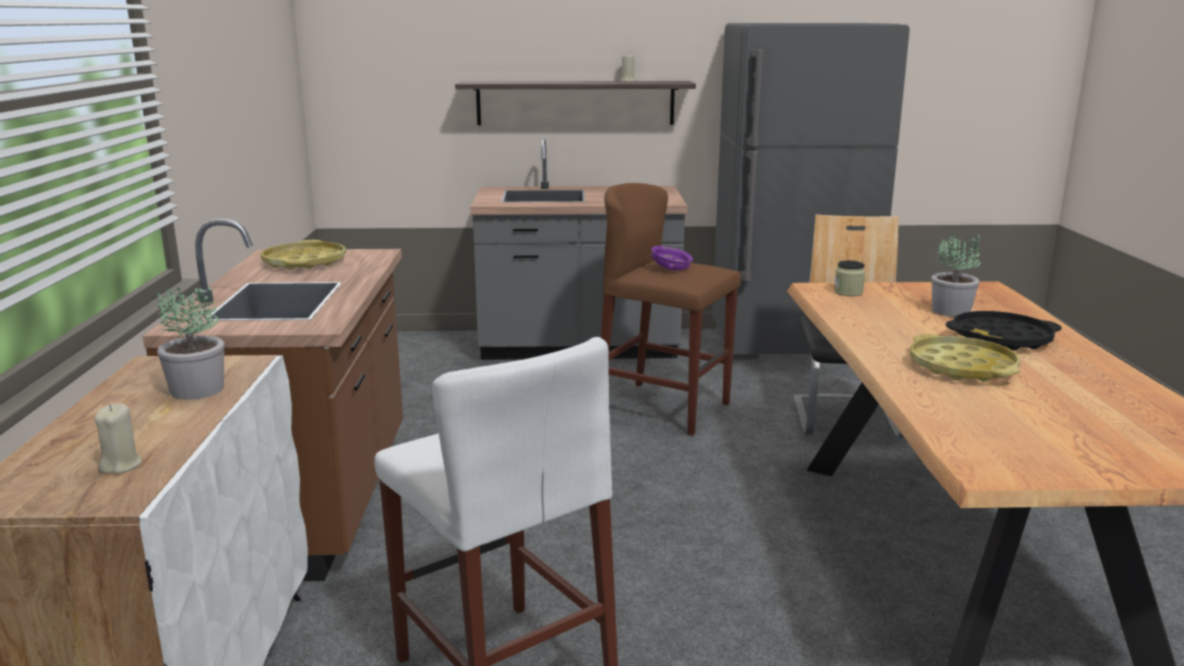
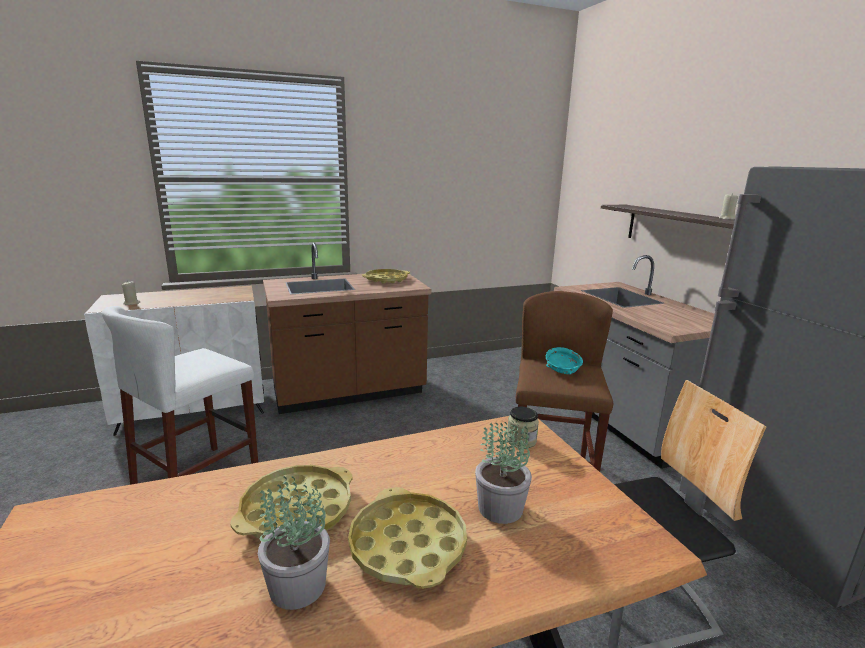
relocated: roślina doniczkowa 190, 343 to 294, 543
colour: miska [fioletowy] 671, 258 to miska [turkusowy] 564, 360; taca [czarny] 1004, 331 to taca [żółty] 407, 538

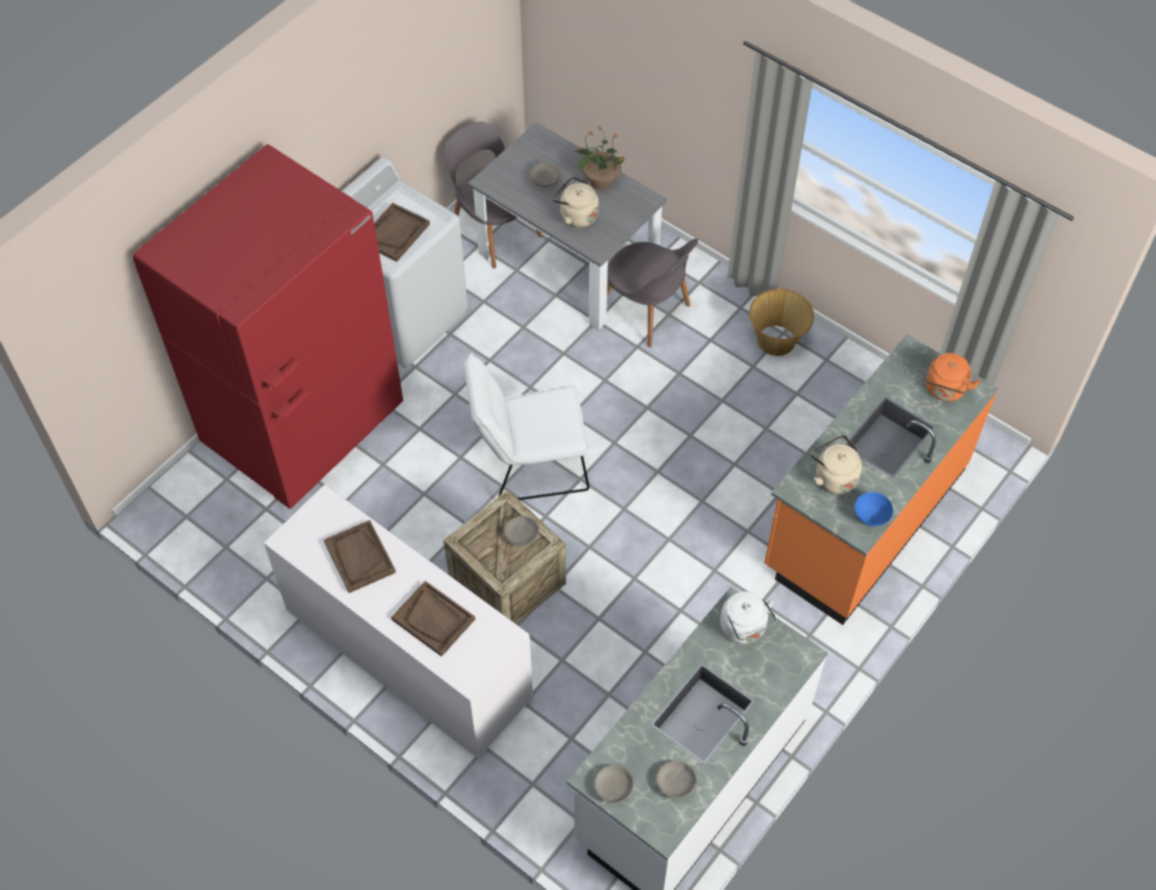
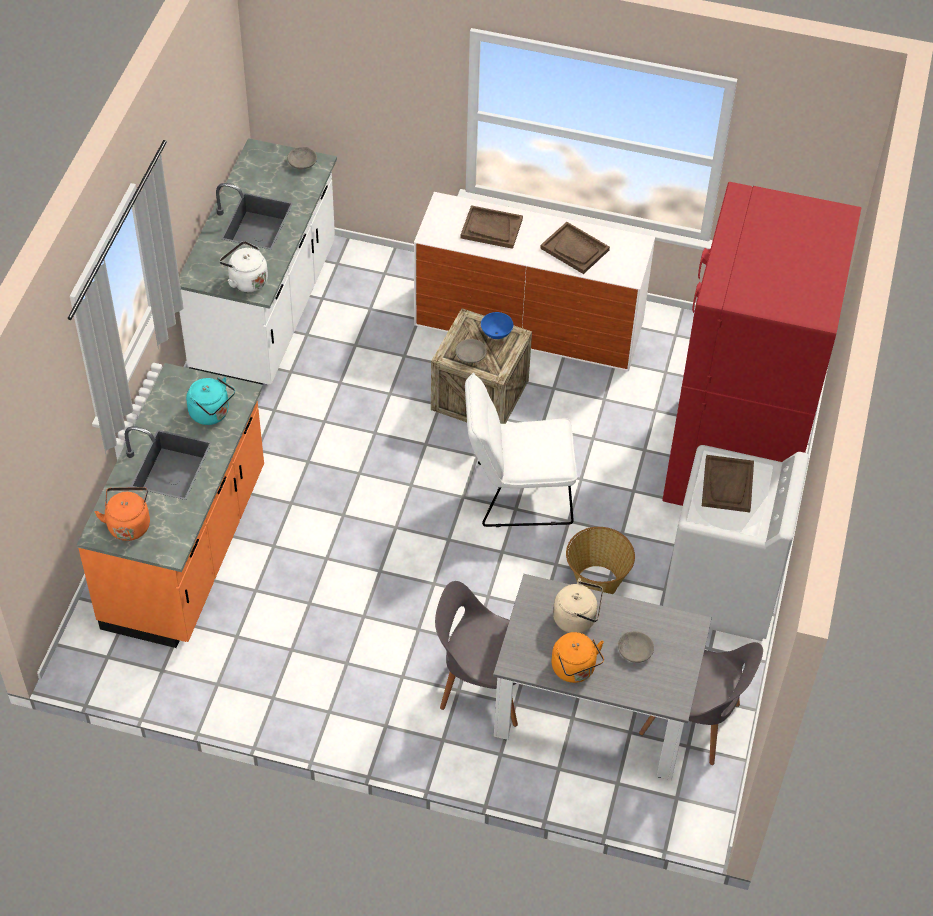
missing: miska [szary] 676, 780
relocated: koszyk 781, 322 to 600, 560; miska [niebieski] 874, 509 to 497, 325
exchanged: roślina doniczkowa 600, 157 to czajnik [pomarańczowy] 577, 657
colour: czajnik [beżowy] 836, 464 to czajnik [turkusowy] 210, 401
spun: krzesło [biały] 526, 426 = 521, 450 150 degrees counterclockwise

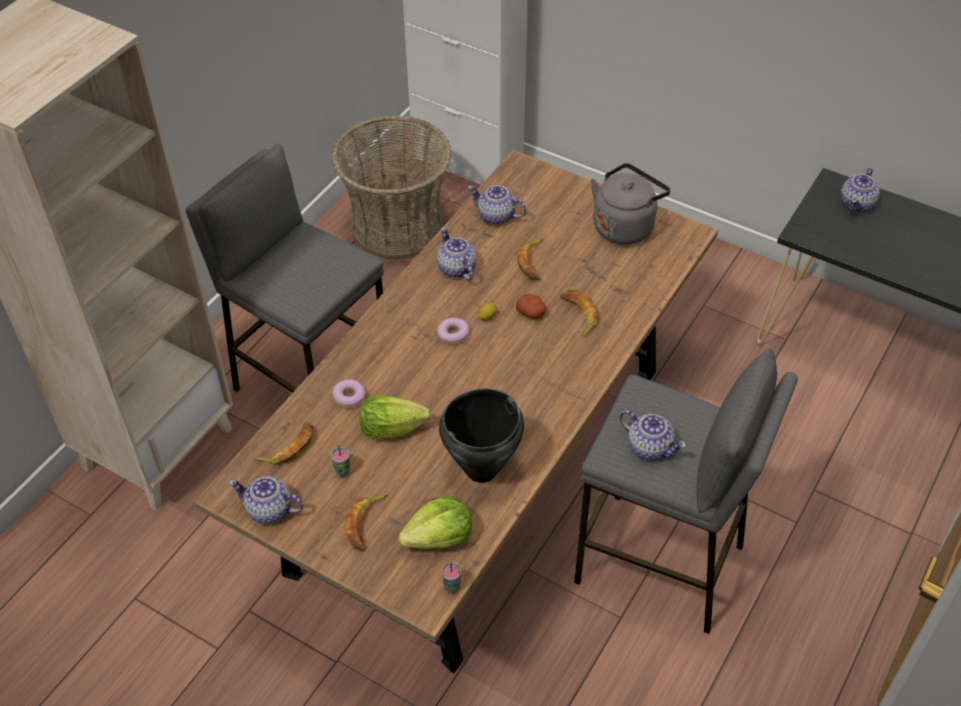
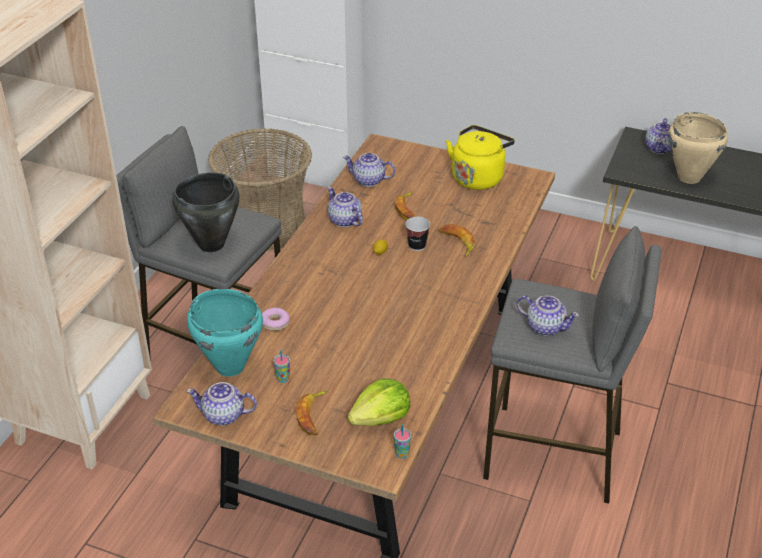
missing: donut 453, 331; sałata 395, 417
appeared: garnek [beżowy] 698, 148
relocated: garnek [czarny] 481, 435 to 206, 212
exchanged: ziemniak 531, 306 to filiżanka 417, 234; banan 283, 443 to garnek [turkusowy] 225, 333
colour: czajnik [szary] 631, 204 to czajnik [żółty] 480, 157

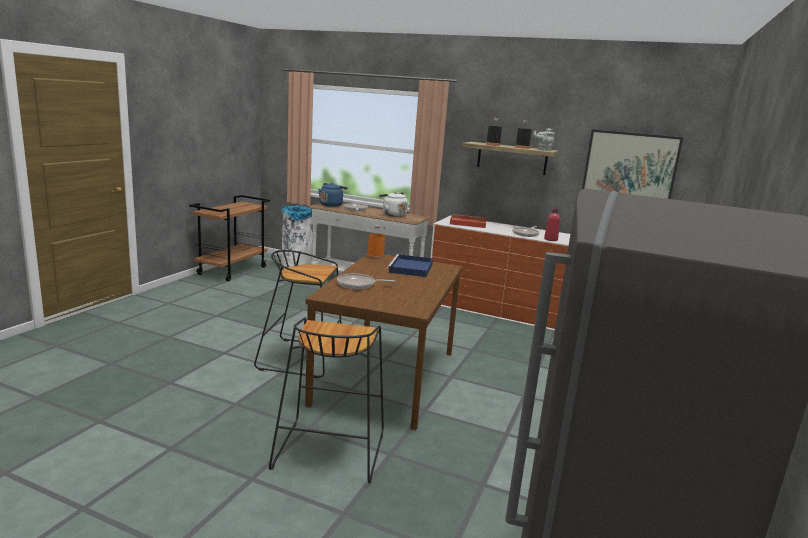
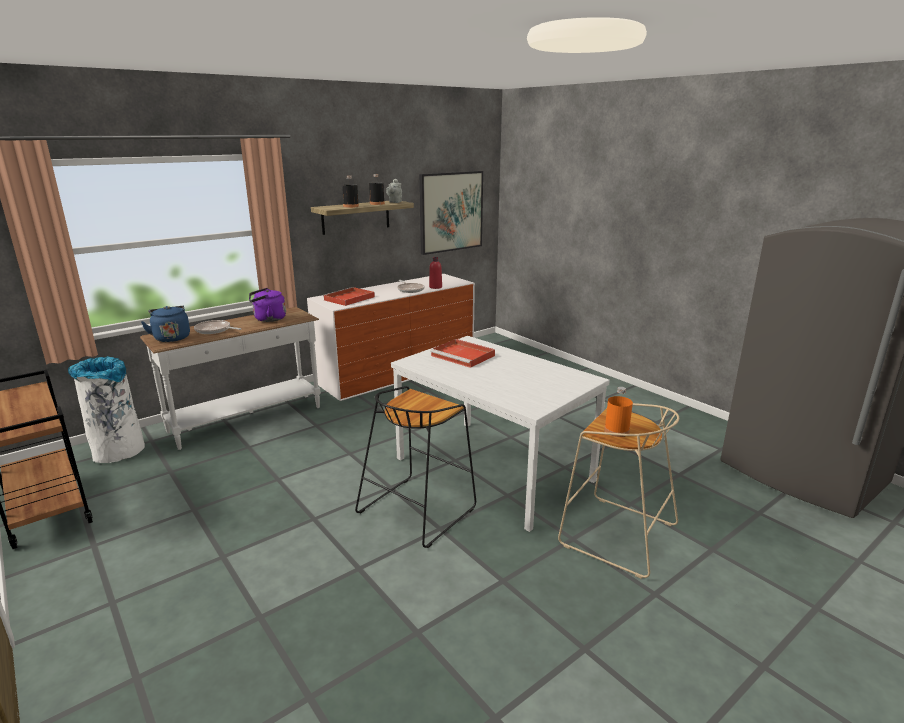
missing: patelnia 366, 281
relocated: butelka [pomarańczowy] 376, 242 to 618, 412
colour: czajnik [biały] 393, 204 to czajnik [fioletowy] 267, 305; stół jadalny [brązowy] 384, 342 to stół jadalny [biały] 500, 434; taca [niebieski] 410, 265 to taca [czerwony] 462, 353; stołek [czarny] 326, 400 to stołek [beżowy] 618, 491

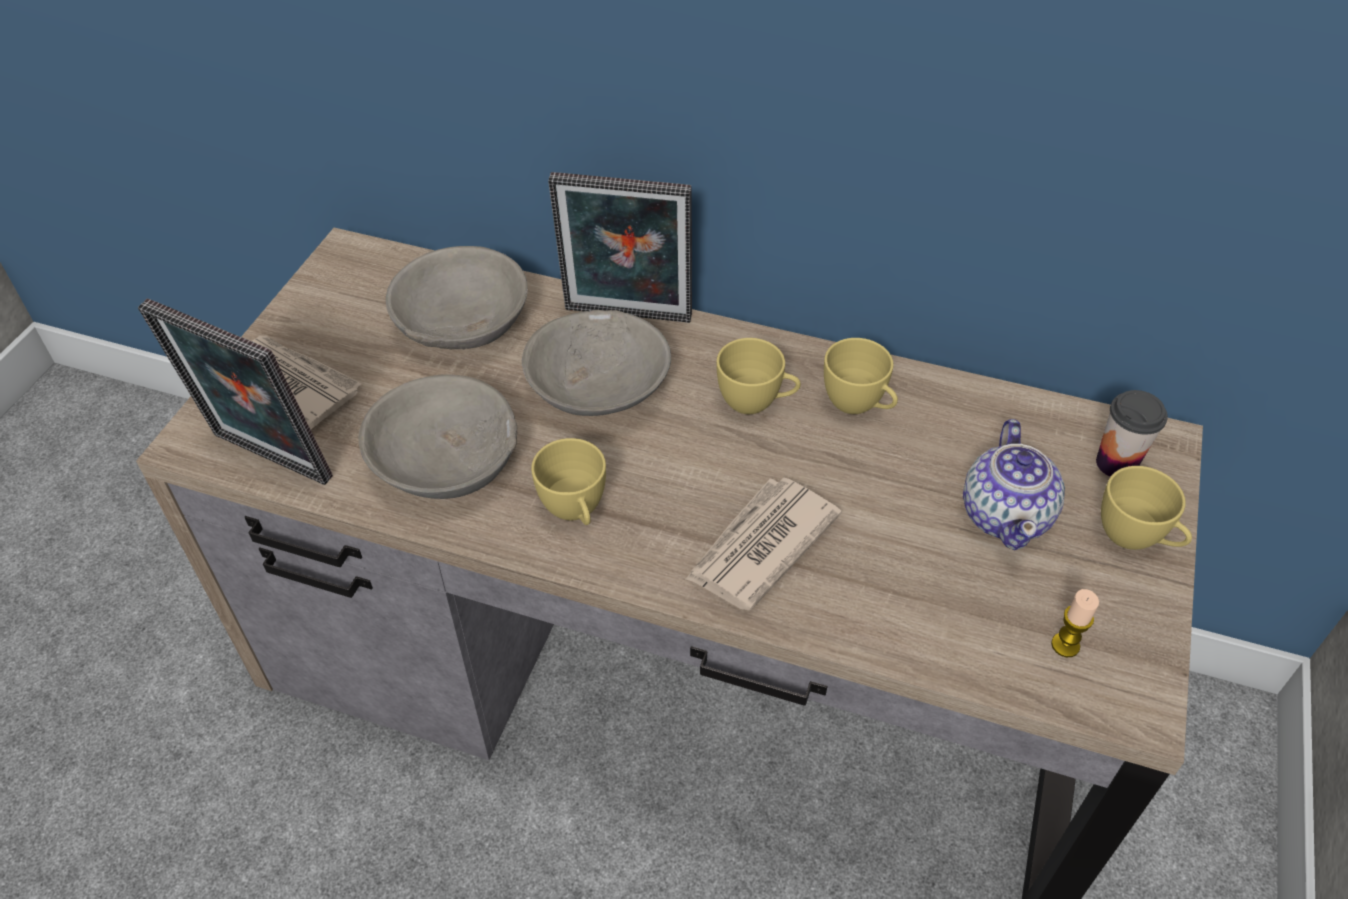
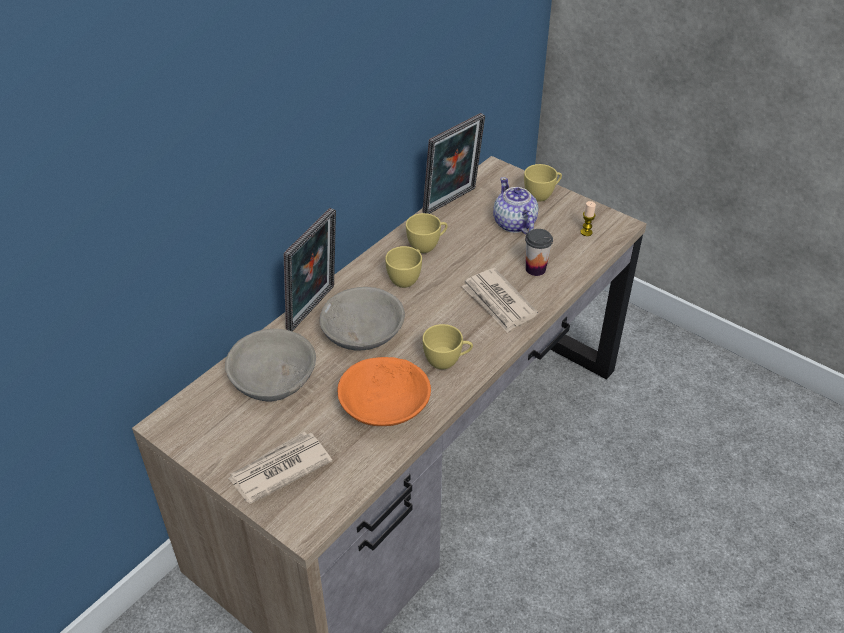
relocated: ramka na zdjęcie 235, 391 to 453, 163; filiżanka 1132, 433 to 539, 252
colour: miska [szary] 437, 436 to miska [pomarańczowy] 384, 391
spun: imbryk 1014, 484 = 516, 206 135 degrees counterclockwise

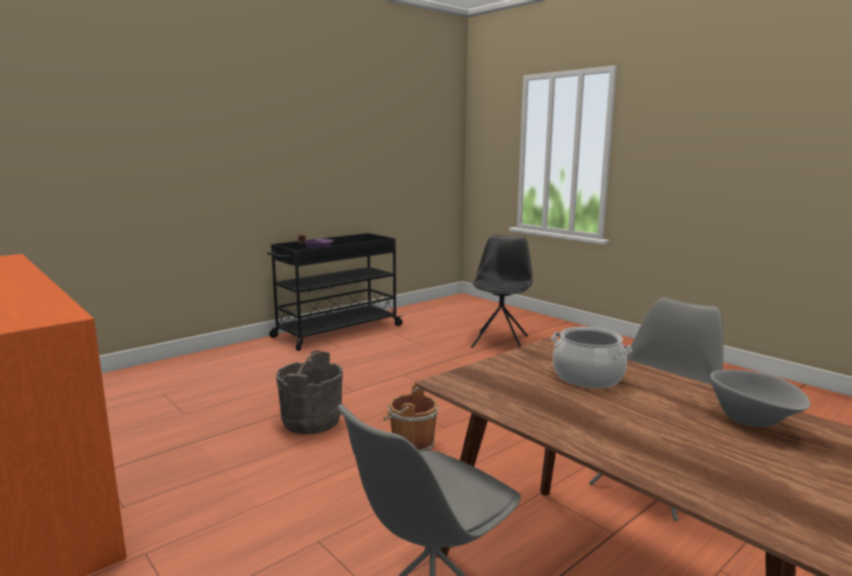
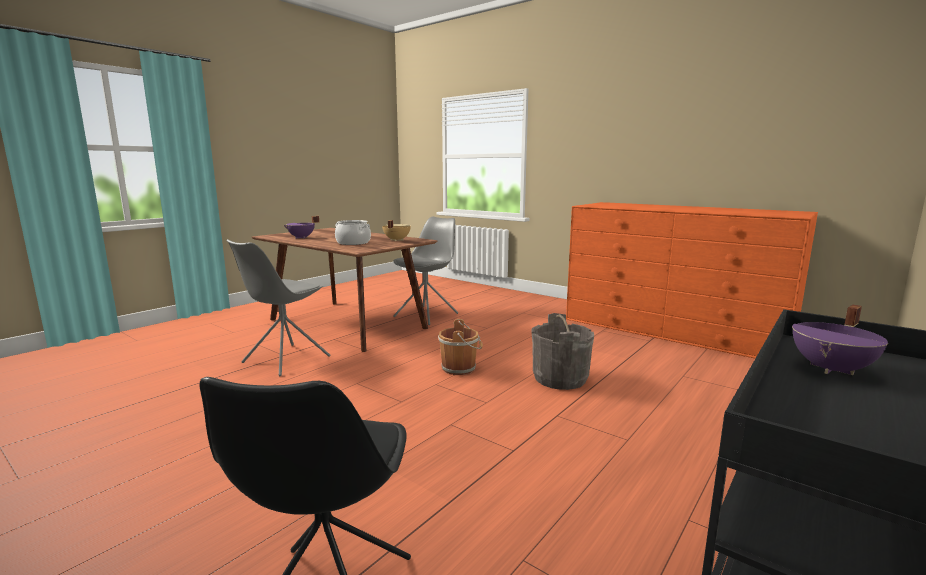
appeared: garnek [beżowy] 396, 230
exchanged: miska [szary] 760, 398 to garnek [fioletowy] 301, 227

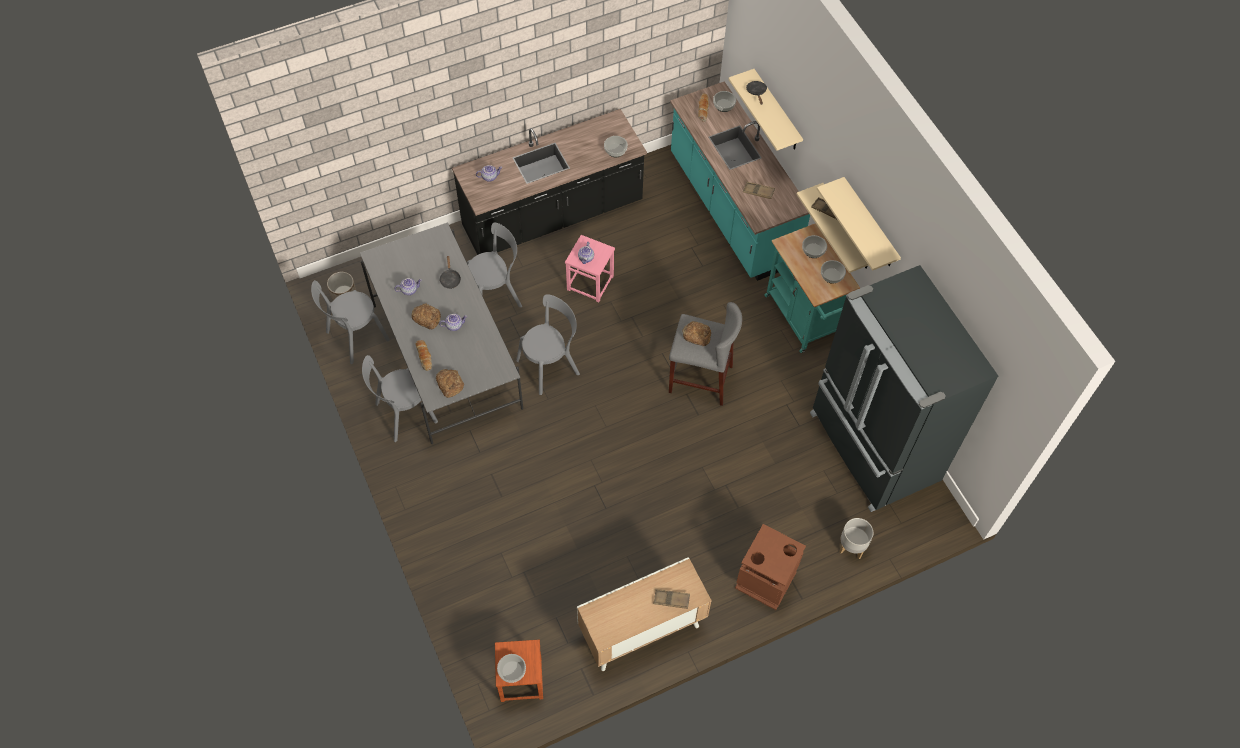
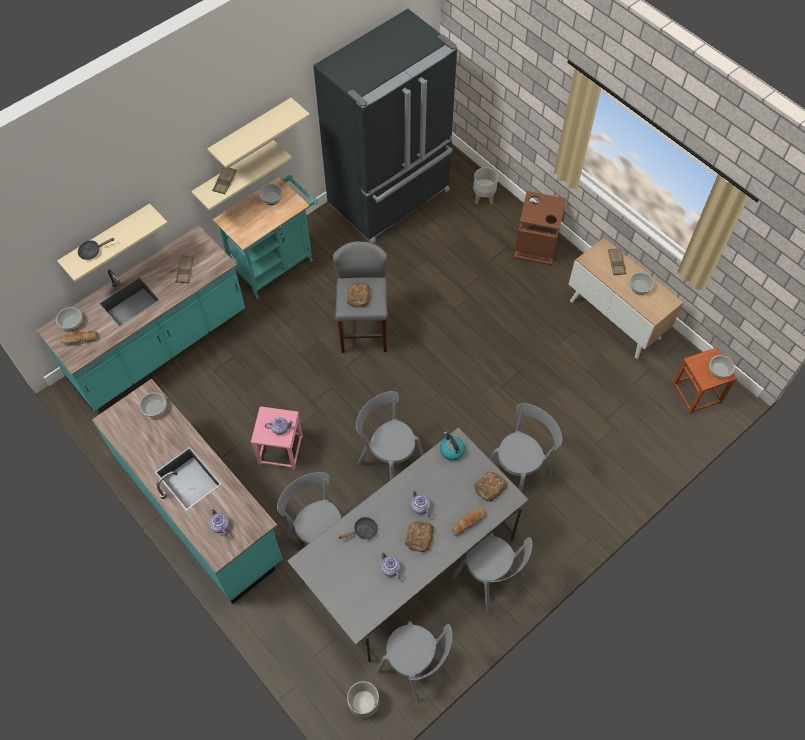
appeared: krzesło [szary] 526, 447; czajnik 452, 446
relocated: miska 814, 246 to 641, 283
colour: zabudowa kuchenna [czarny] 549, 182 to zabudowa kuchenna [turkusowy] 187, 491

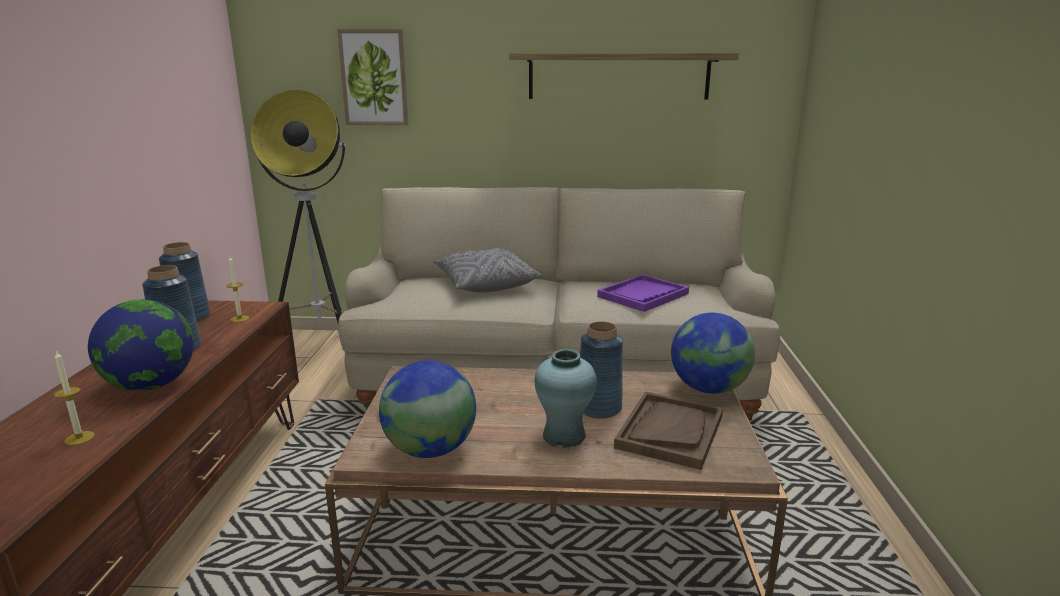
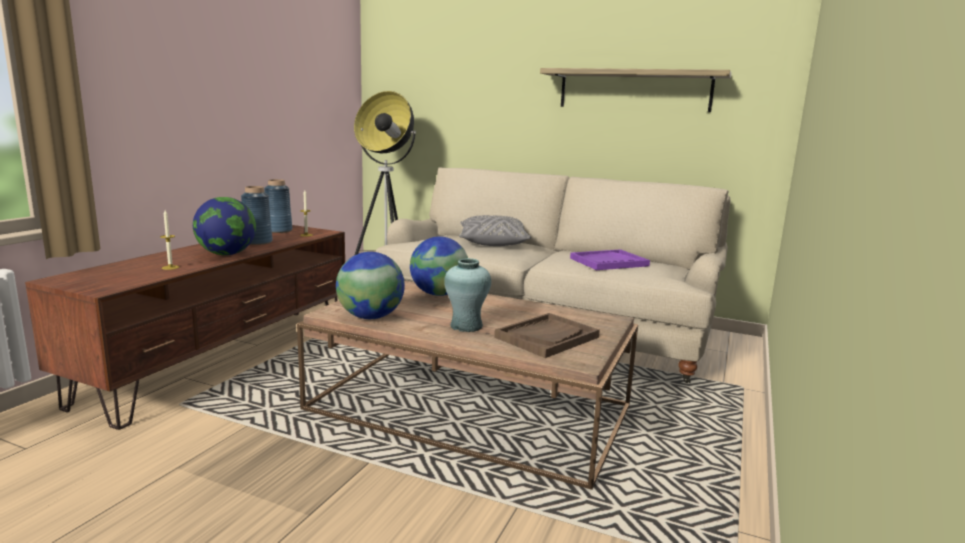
missing: obraz 373, 77; wazon [niebieski] 601, 370
relocated: globus 713, 353 to 439, 266

